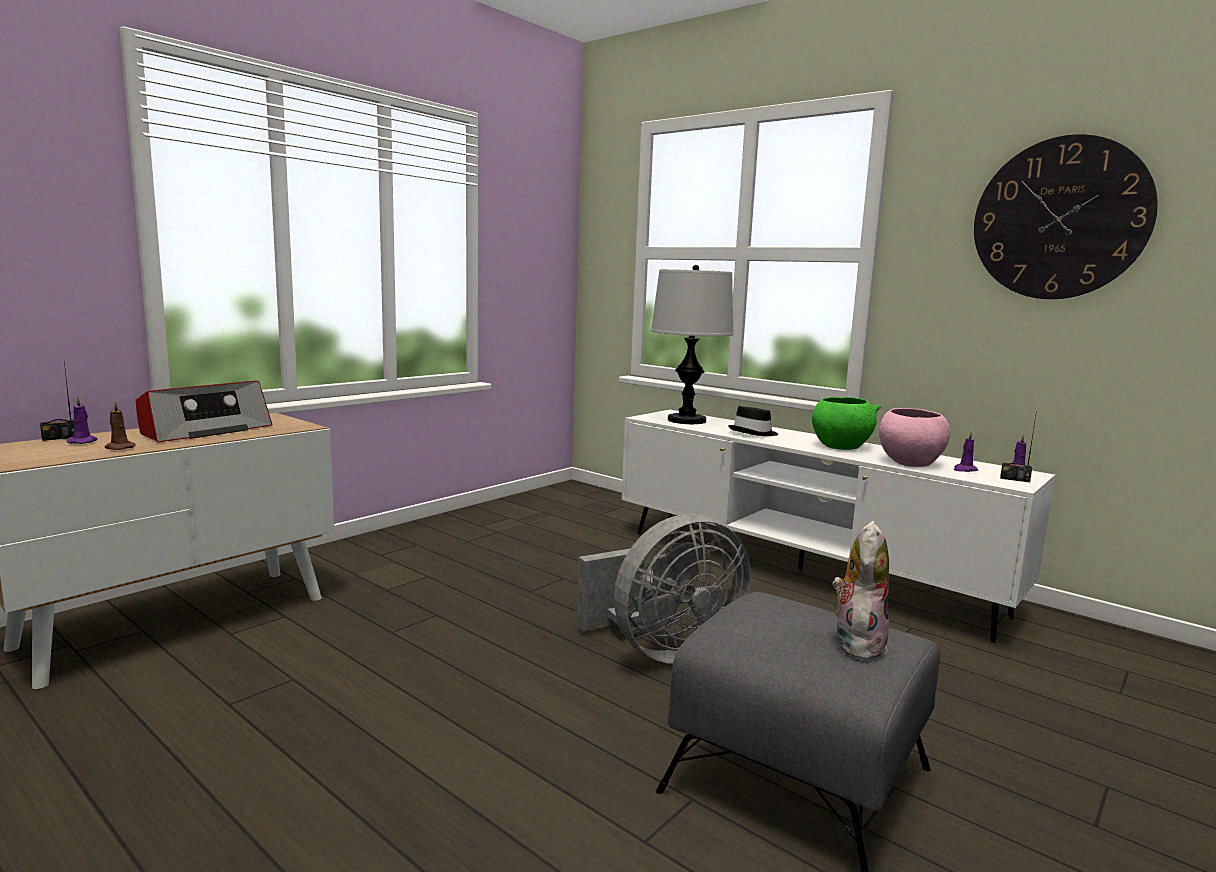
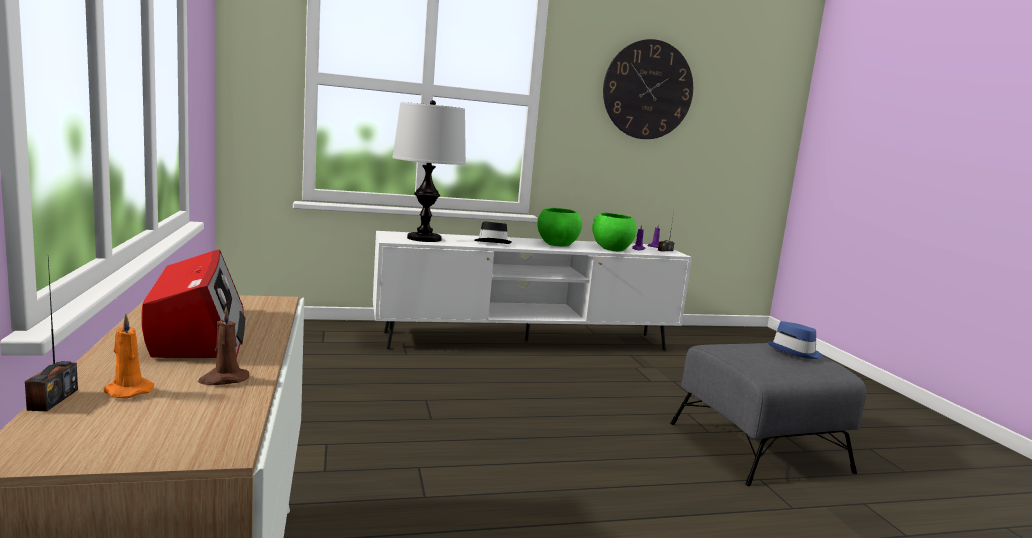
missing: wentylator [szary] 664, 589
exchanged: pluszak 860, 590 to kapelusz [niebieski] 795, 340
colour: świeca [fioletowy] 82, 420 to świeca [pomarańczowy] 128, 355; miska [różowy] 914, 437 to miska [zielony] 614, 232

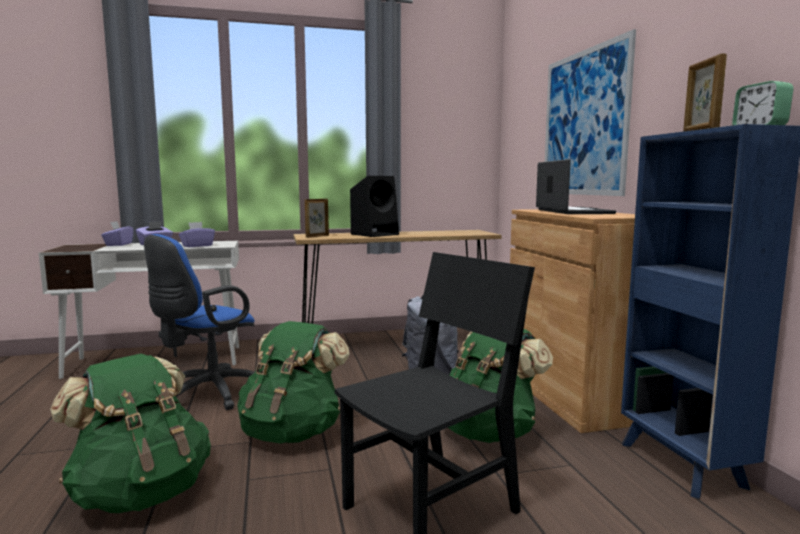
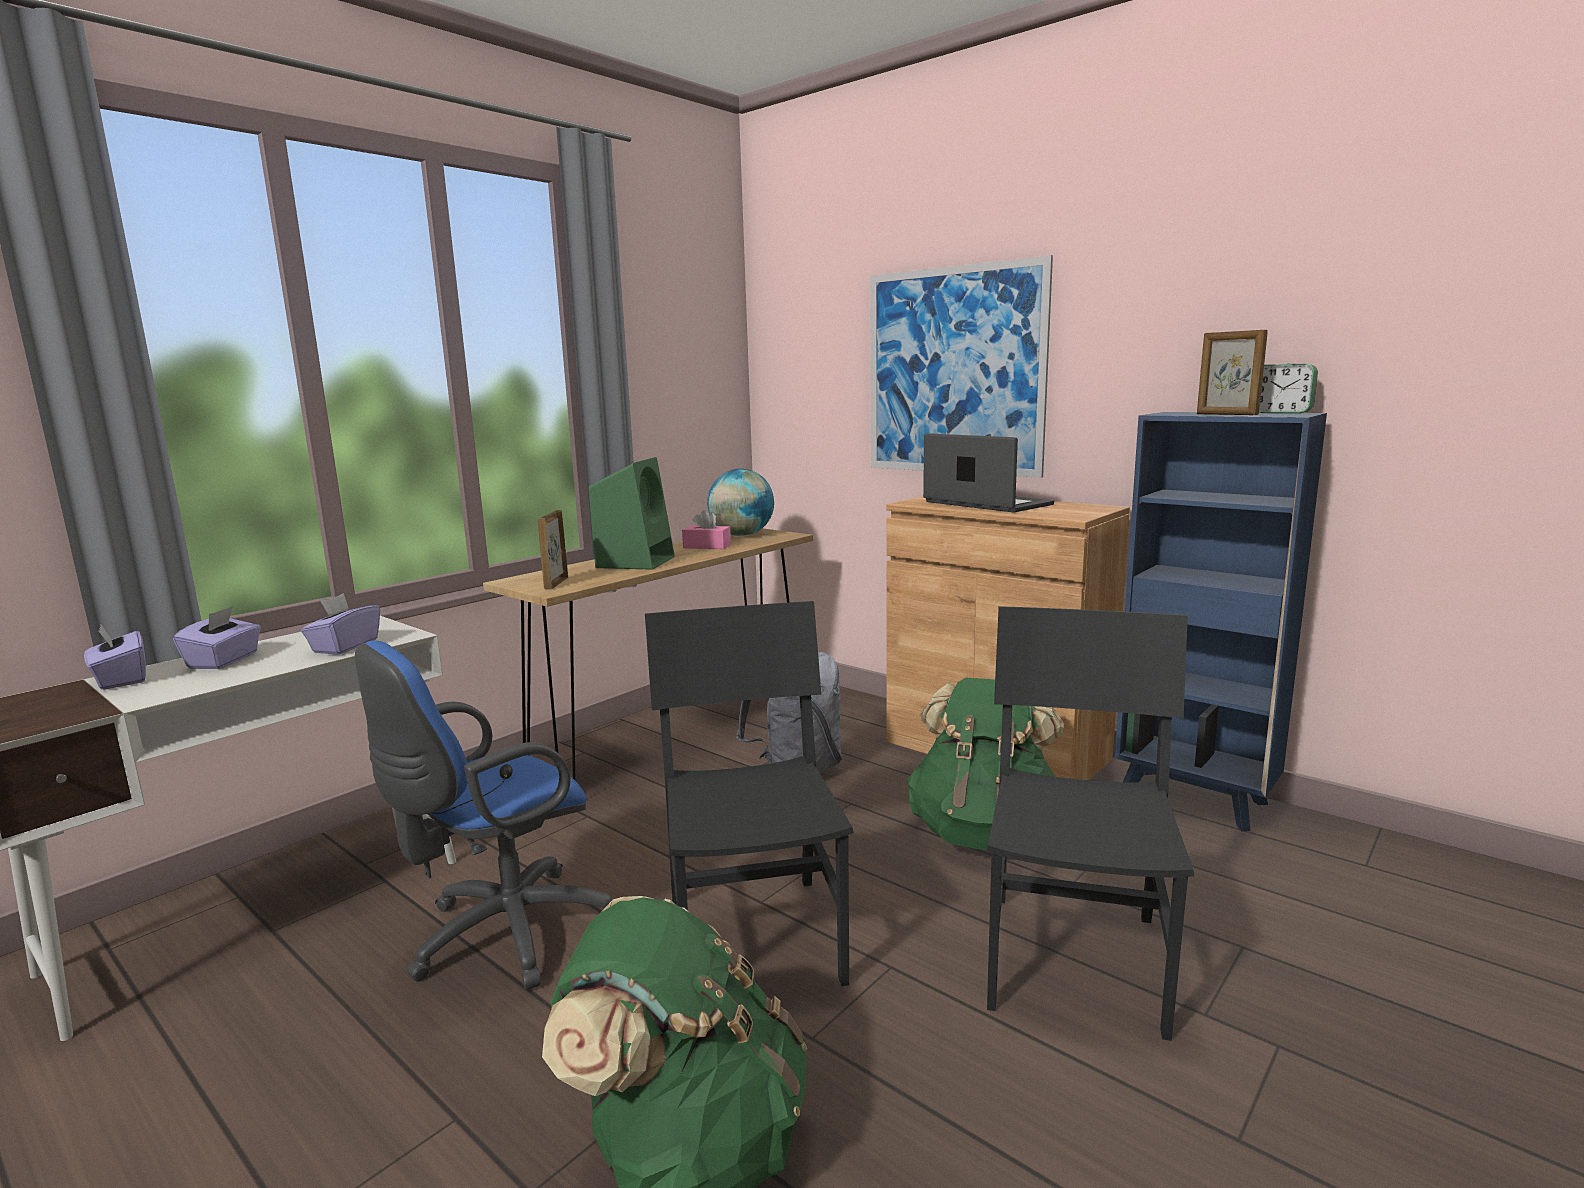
appeared: globus 740, 502; pudełko chusteczek [różowy] 706, 529
exchanged: plecak [zielony] 293, 382 to krzesło [czarny] 749, 793
colour: głośnik [czarny] 374, 206 to głośnik [zielony] 632, 513
spun: krzesło biurowe [niebieski] 199, 322 = 483, 815 45 degrees clockwise

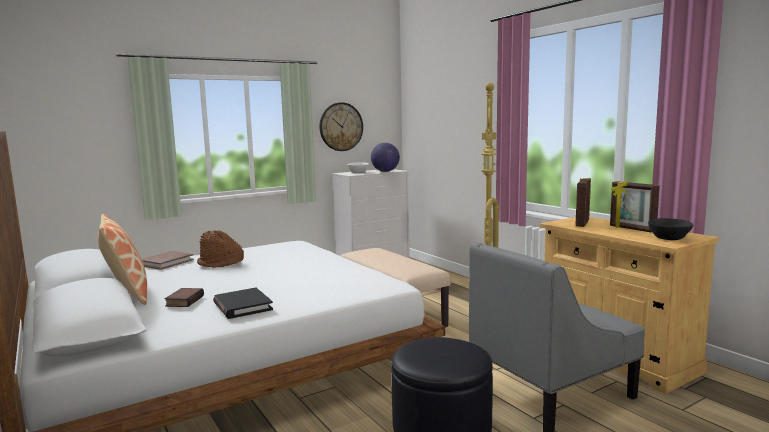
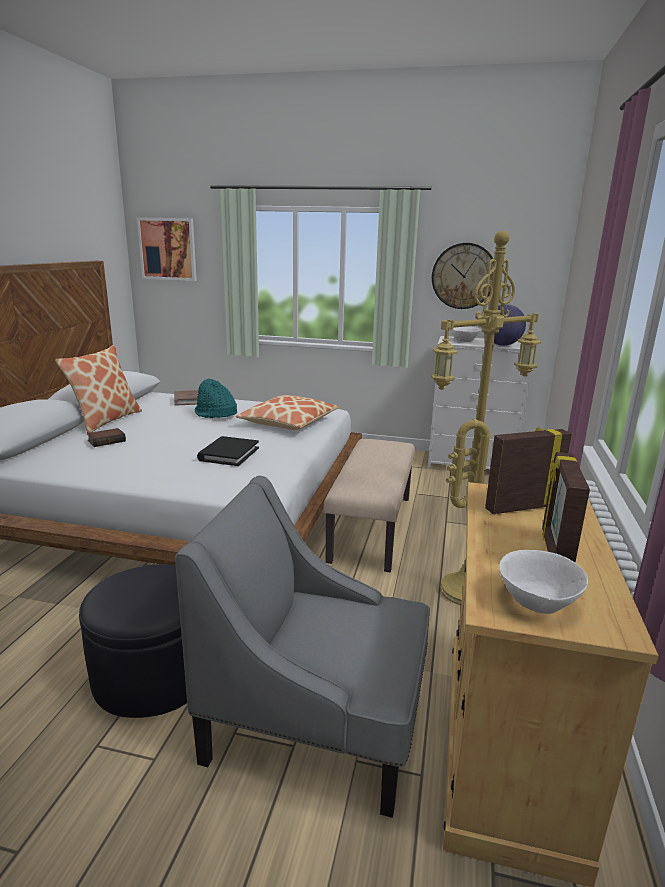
appeared: obraz 167, 249; poduszka 287, 412
relocated: książka [czarny] 243, 303 to 228, 451
colour: miska [czarny] 670, 229 to miska [biały] 543, 582; kapelusz [brązowy] 220, 249 to kapelusz [turkusowy] 216, 398

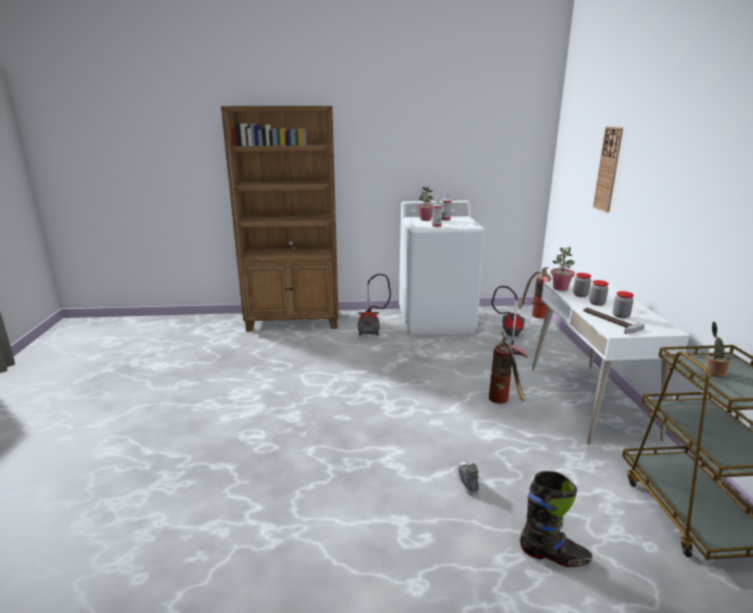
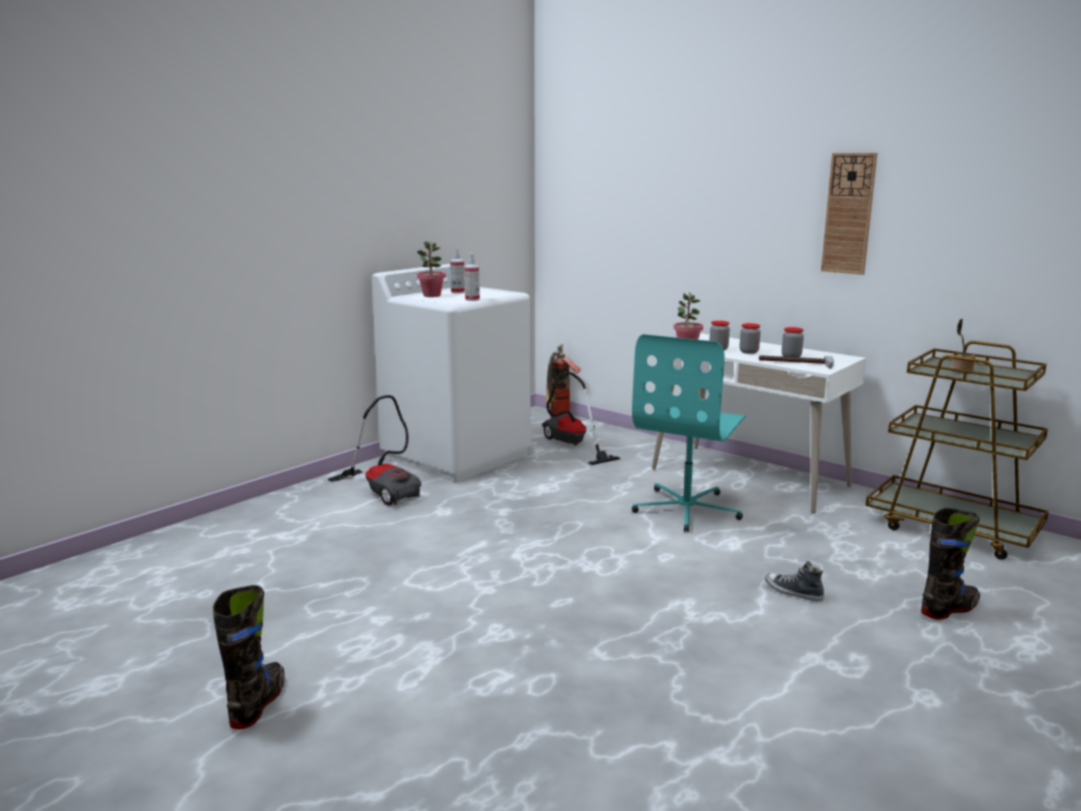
missing: regał [brązowy] 280, 218
appeared: but z cholewką [czarny] 249, 657
relocated: zegar ścienny 608, 169 to 849, 214
exchanged: gaśnica 508, 368 to krzesło biurowe [turkusowy] 688, 433

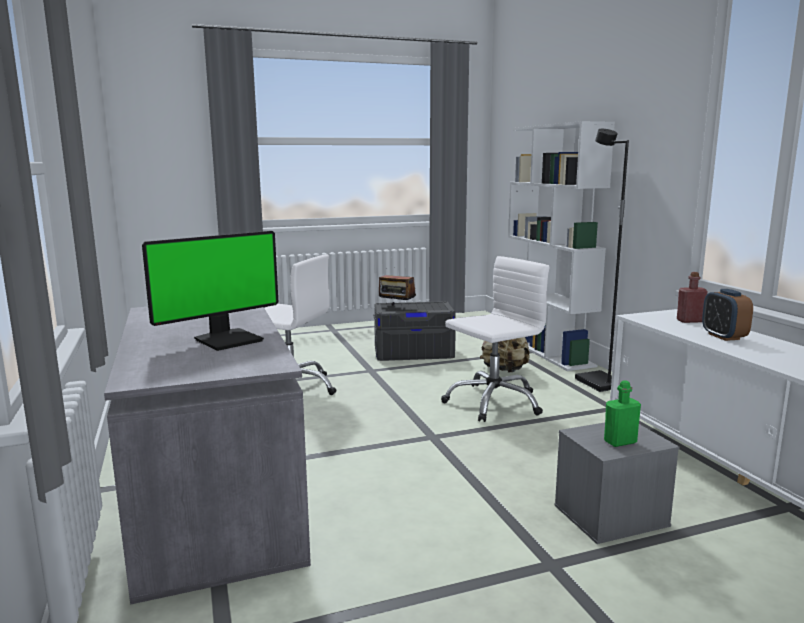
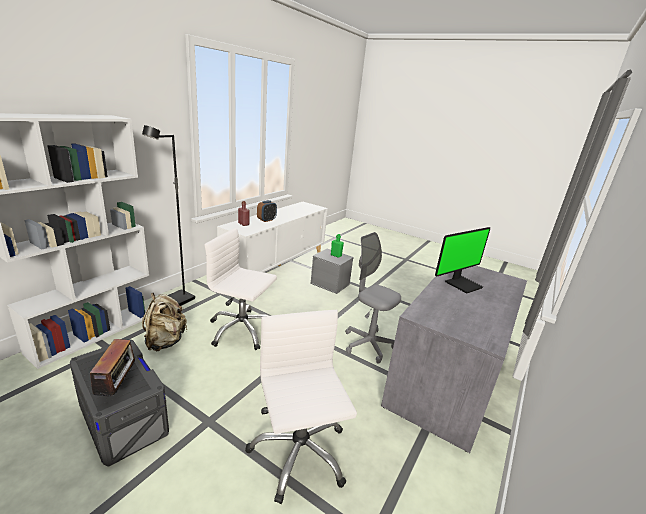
appeared: krzesło biurowe [szary] 373, 297
spun: monitor 210, 291 = 462, 260 135 degrees clockwise

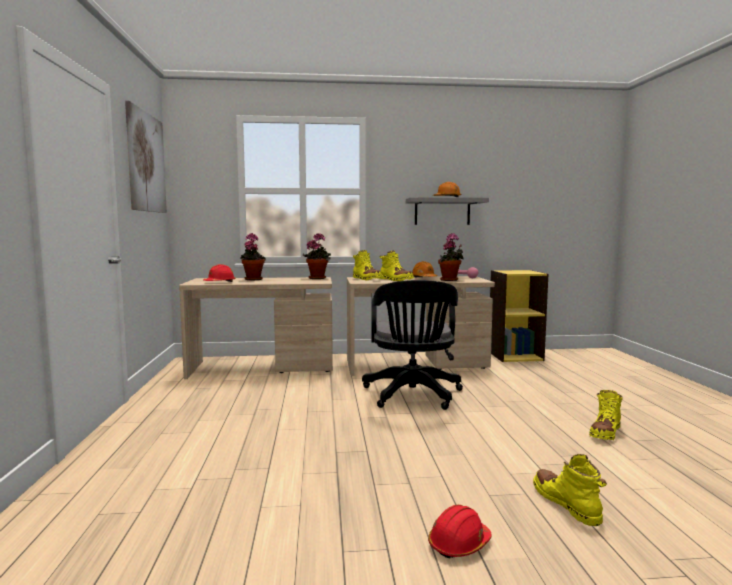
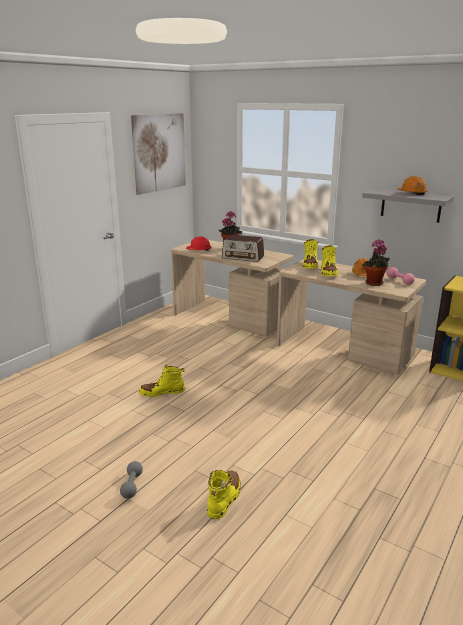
missing: roślina doniczkowa 317, 256; krzesło biurowe [czarny] 412, 345
appeared: radio 243, 248
relocated: but z cholewką [żółty] 606, 415 to 162, 380
exchanged: kask [czerwony] 460, 532 to hantel [szary] 131, 480

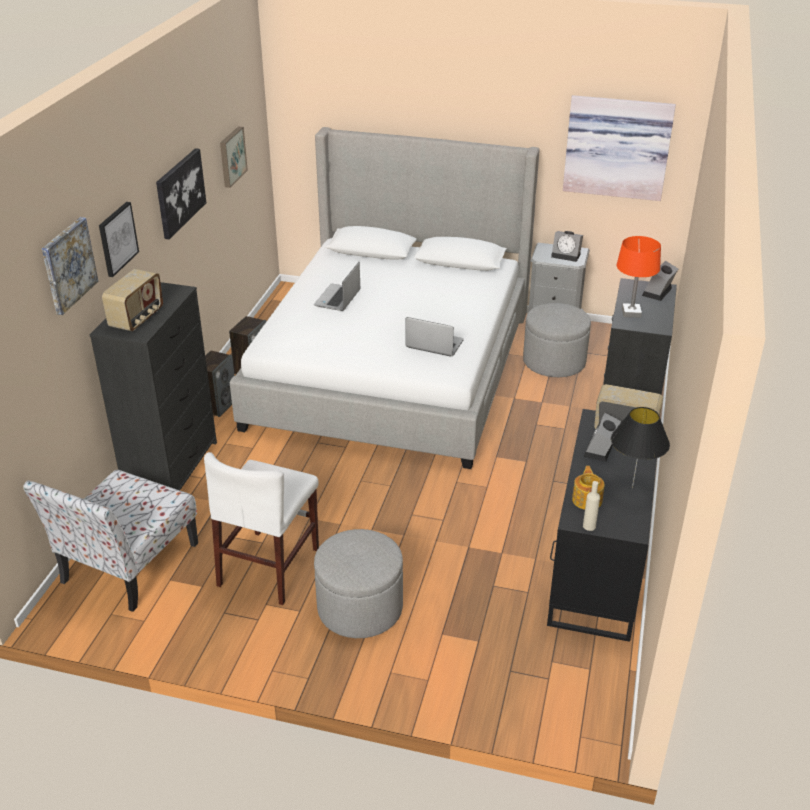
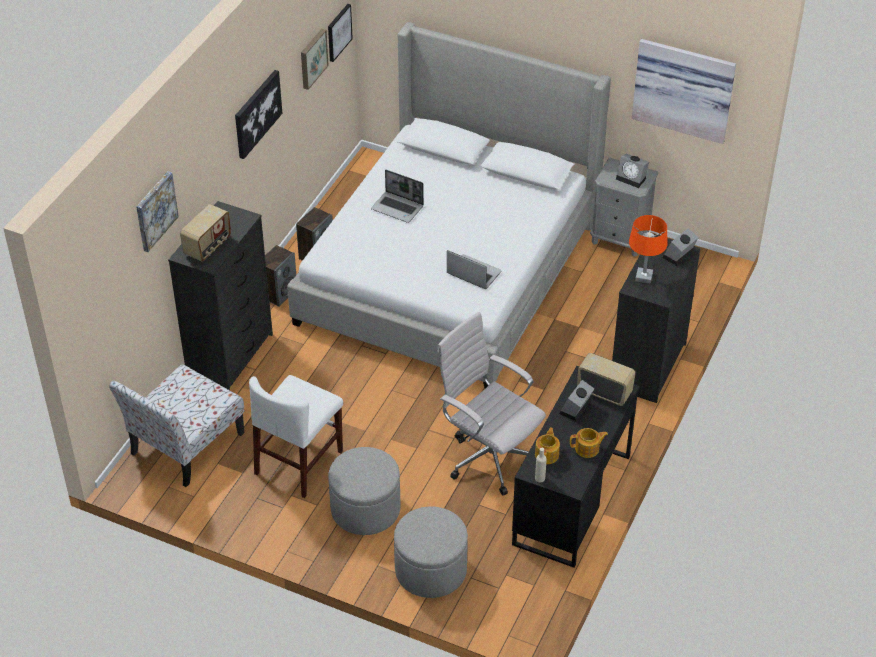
appeared: krzesło biurowe [biały] 491, 404
relocated: obraz 119, 239 to 340, 33; pufa [szary] 557, 340 to 431, 552
exchanged: lampa stołowa [czarny] 640, 447 to imbryk 589, 443
spun: laptop 337, 286 = 397, 196 90 degrees counterclockwise

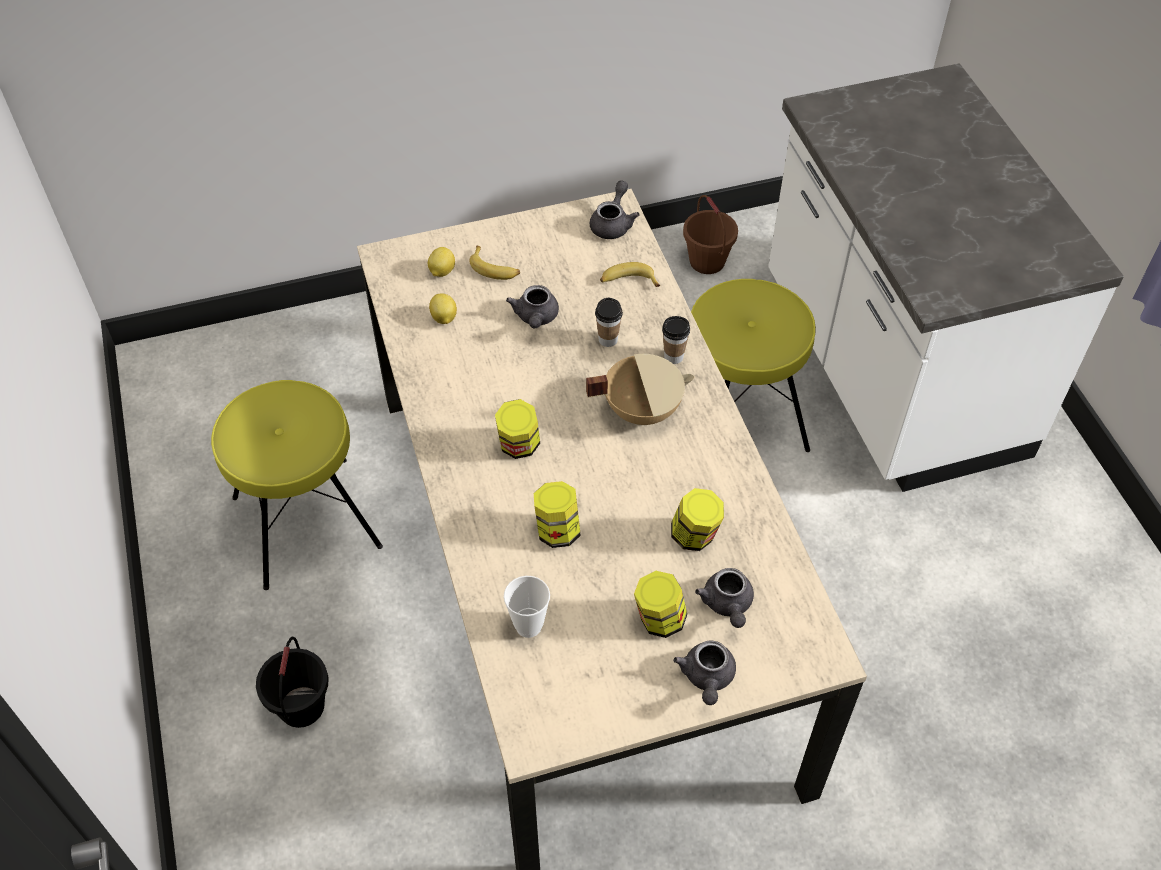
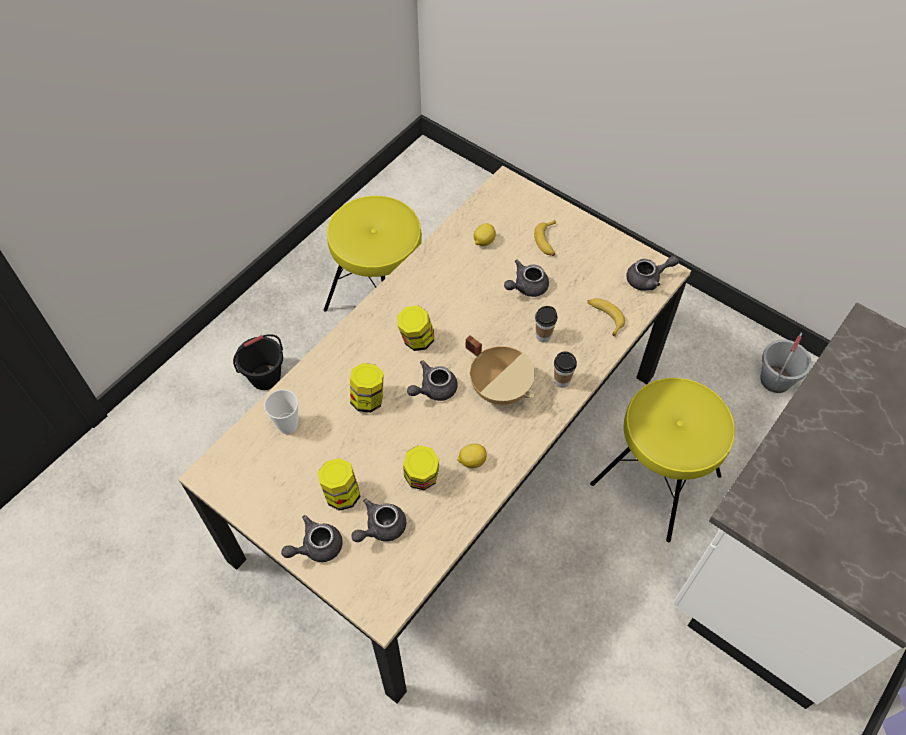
appeared: imbryk [szary] 432, 381
relocated: cytryna 441, 262 to 472, 456
colour: wiadro [brązowy] 710, 234 to wiadro [szary] 786, 363

